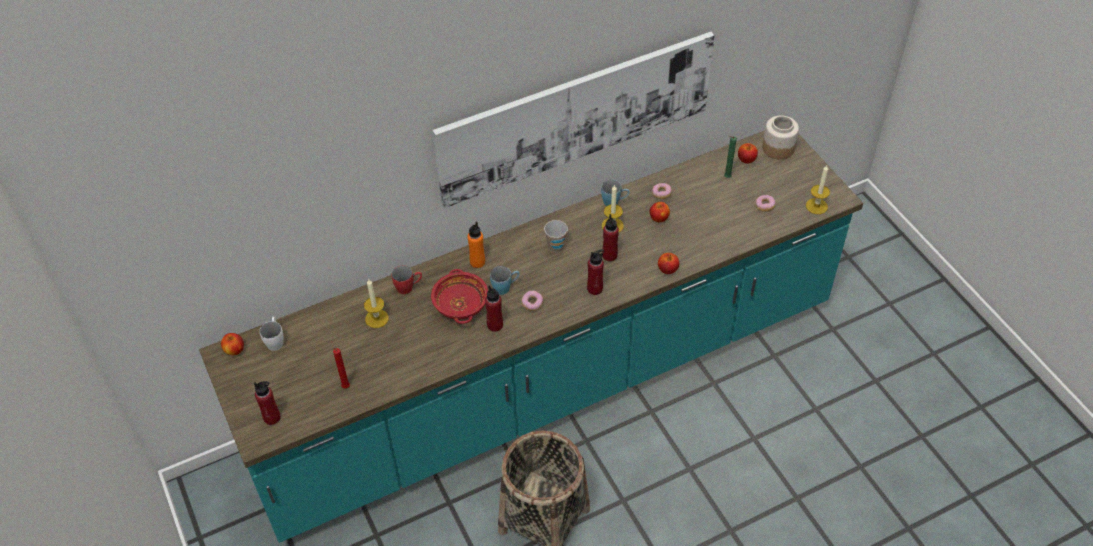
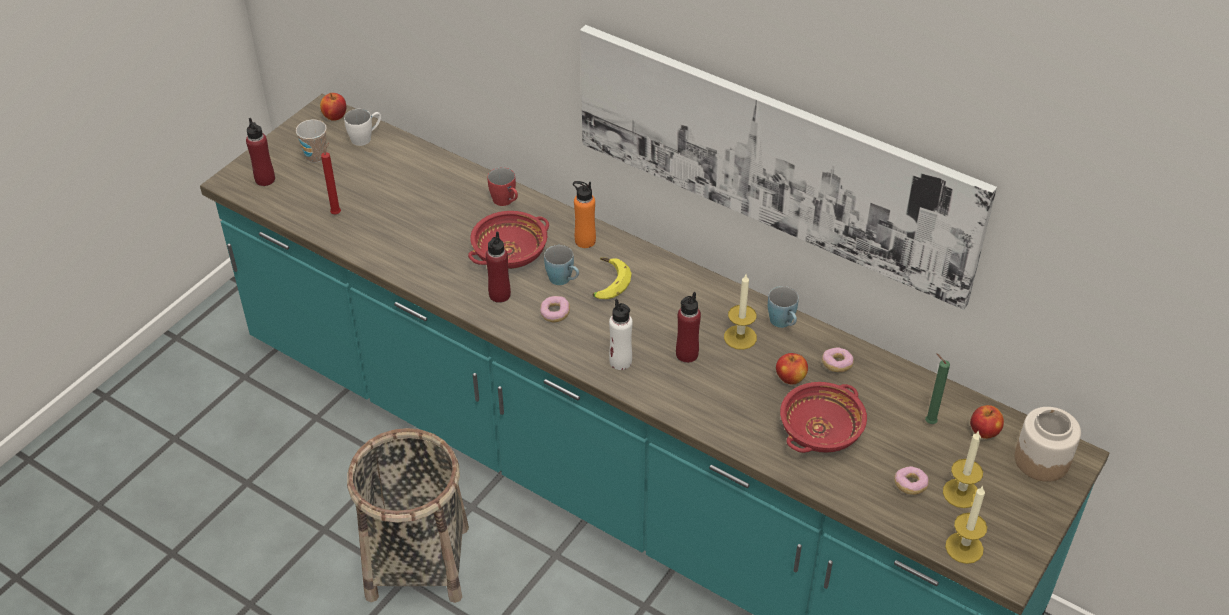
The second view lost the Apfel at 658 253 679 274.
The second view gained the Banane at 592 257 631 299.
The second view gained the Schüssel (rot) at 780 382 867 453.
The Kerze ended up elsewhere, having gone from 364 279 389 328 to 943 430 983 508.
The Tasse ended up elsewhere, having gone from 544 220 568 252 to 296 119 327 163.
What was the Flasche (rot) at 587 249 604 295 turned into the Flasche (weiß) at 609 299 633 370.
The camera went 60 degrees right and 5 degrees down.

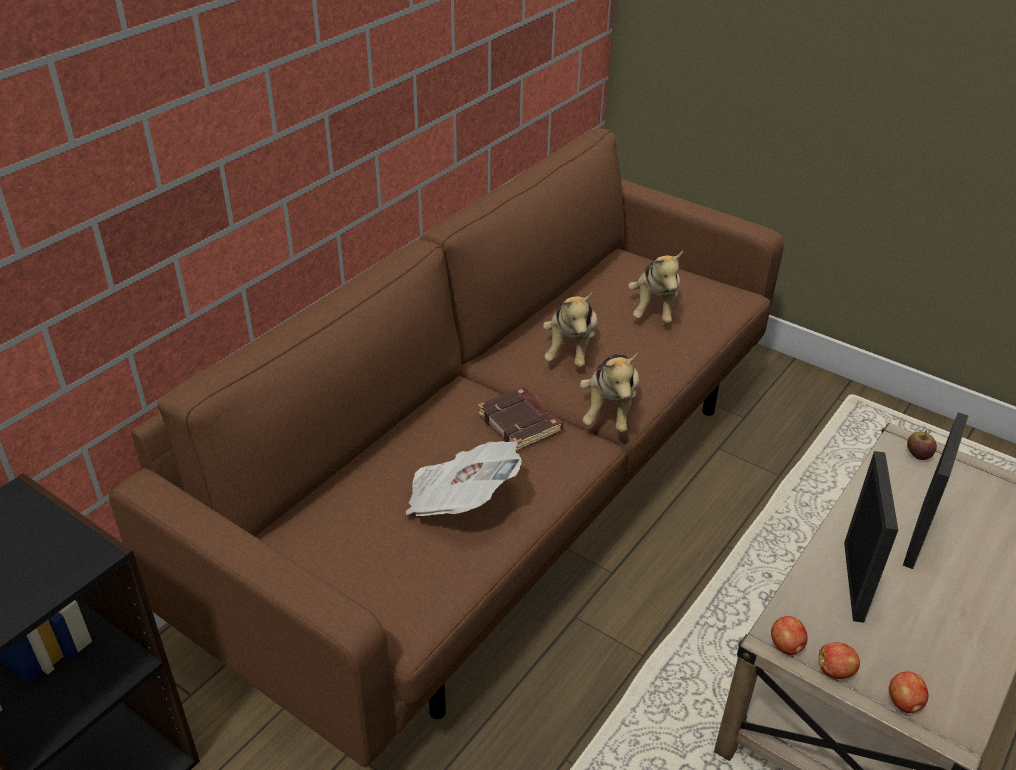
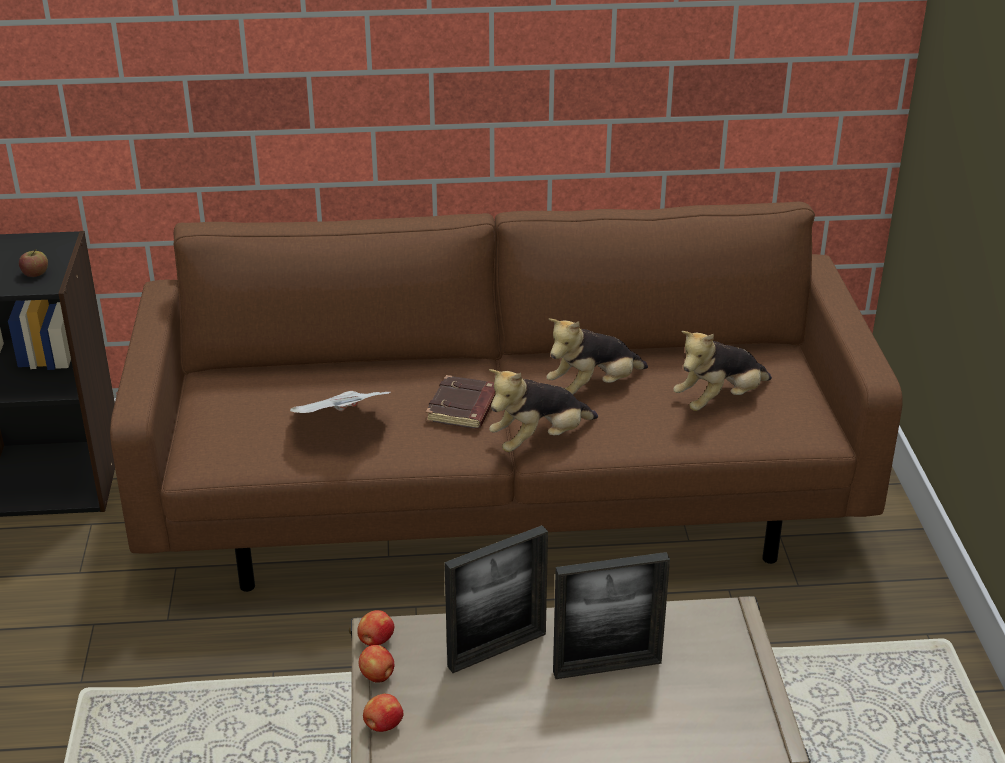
The Apfel ended up elsewhere, having gone from 907 431 937 460 to 19 249 48 277.
The camera went 50 degrees right and 5 degrees down.

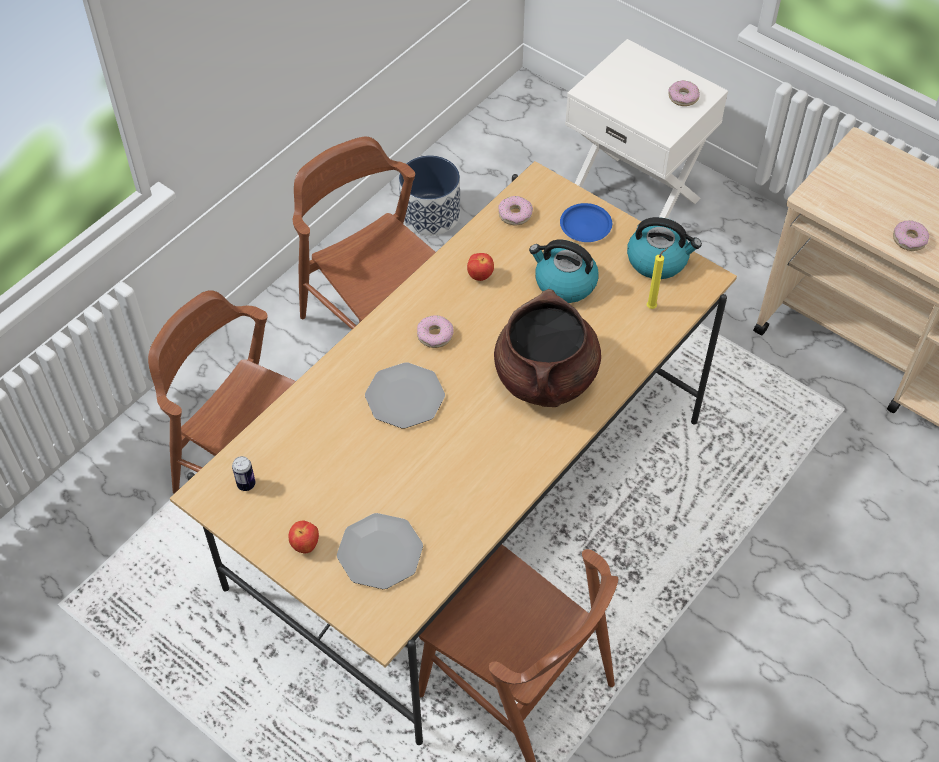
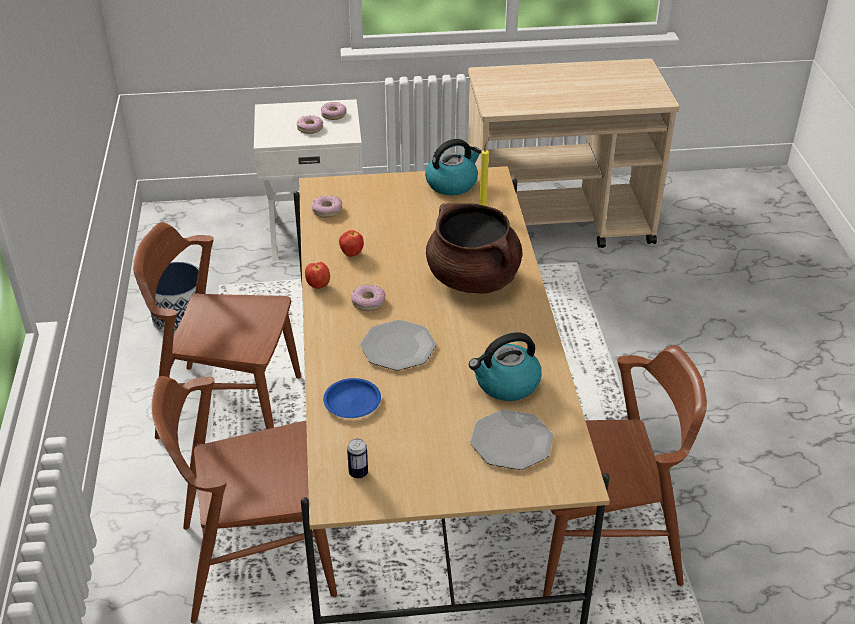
The Apfel ended up elsewhere, having gone from 288 520 319 553 to 305 262 330 289.
The Wasserkessel ended up elsewhere, having gone from 529 240 599 303 to 469 332 542 401.
The Teller (blau) ended up elsewhere, having gone from 560 203 612 242 to 323 378 381 418.
The Donut ended up elsewhere, having gone from 893 220 929 251 to 297 115 323 134.
The camera went 45 degrees left and 15 degrees down.

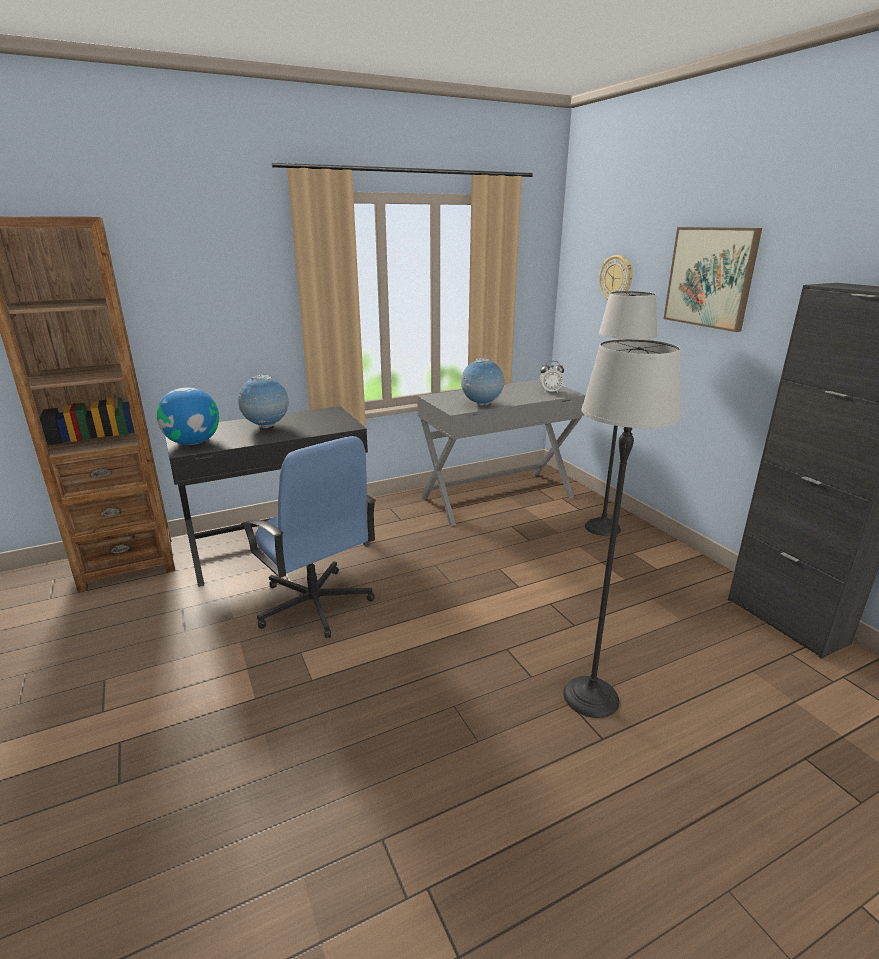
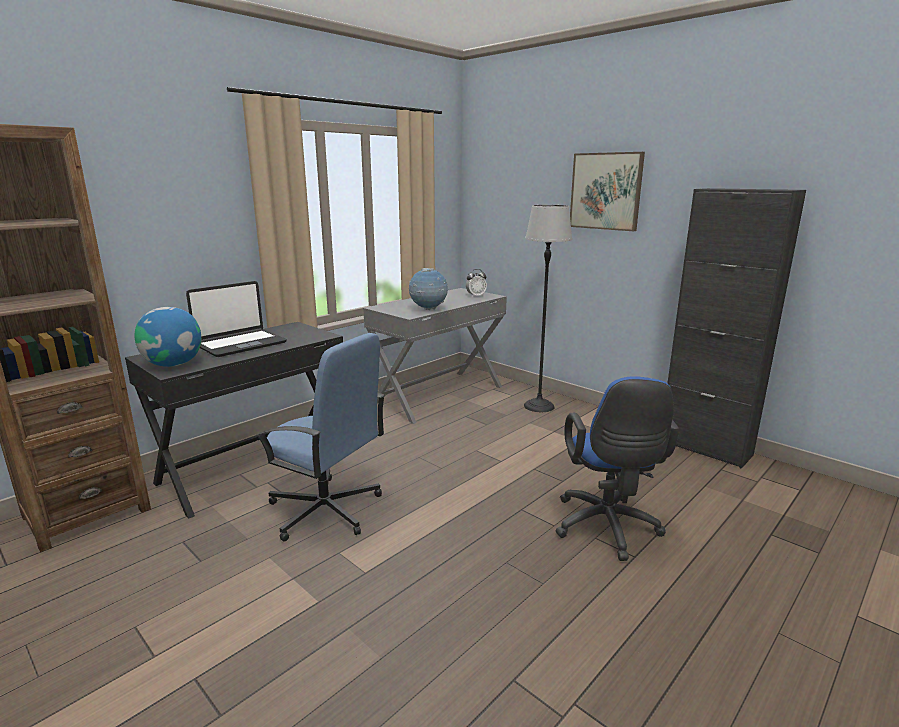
The second view lost the Wanduhr at 599 255 633 301.
Where the Globus stood at 238 375 289 428, the Laptop came to stand at 186 281 287 357.
Where the Stehlampe stood at 563 339 681 718, the Bürostuhl (blau) came to stand at 556 376 679 561.
The camera went 20 degrees left and 5 degrees down.

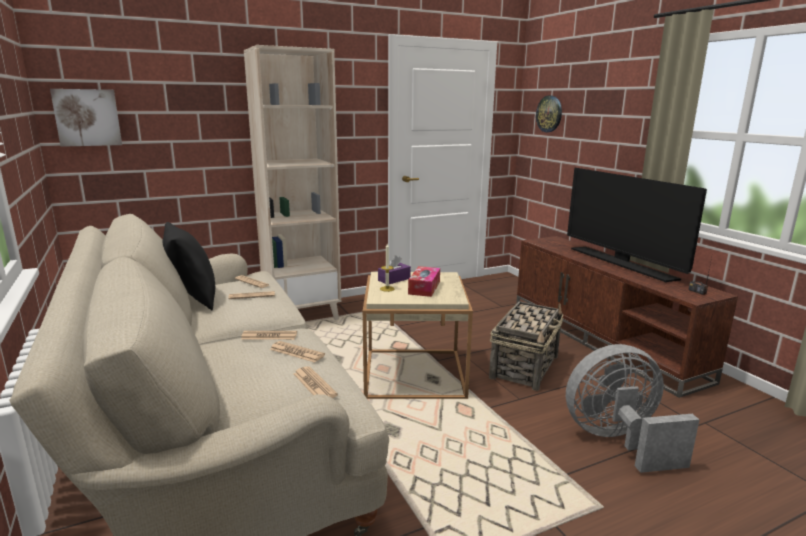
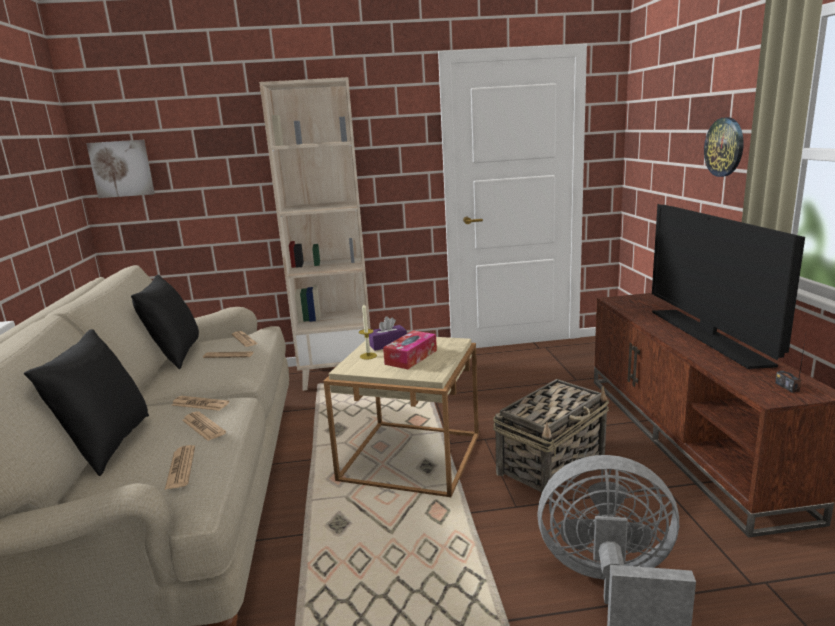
The second view gained the Kissen (schwarz) at 24 329 149 476.
The Wanduhr ended up elsewhere, having gone from 536 96 562 132 to 704 117 744 177.
The camera went 20 degrees right and 0 degrees up.

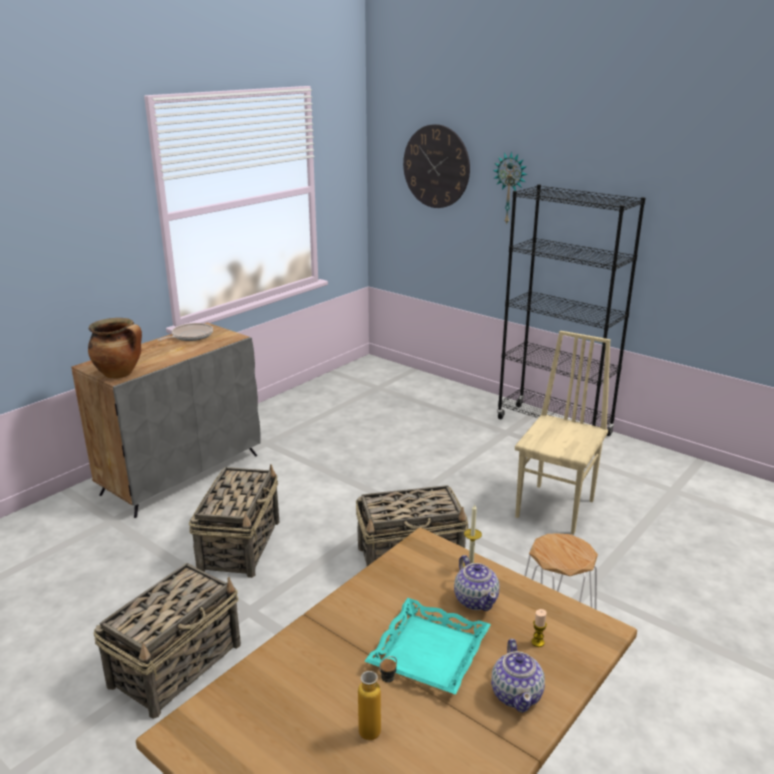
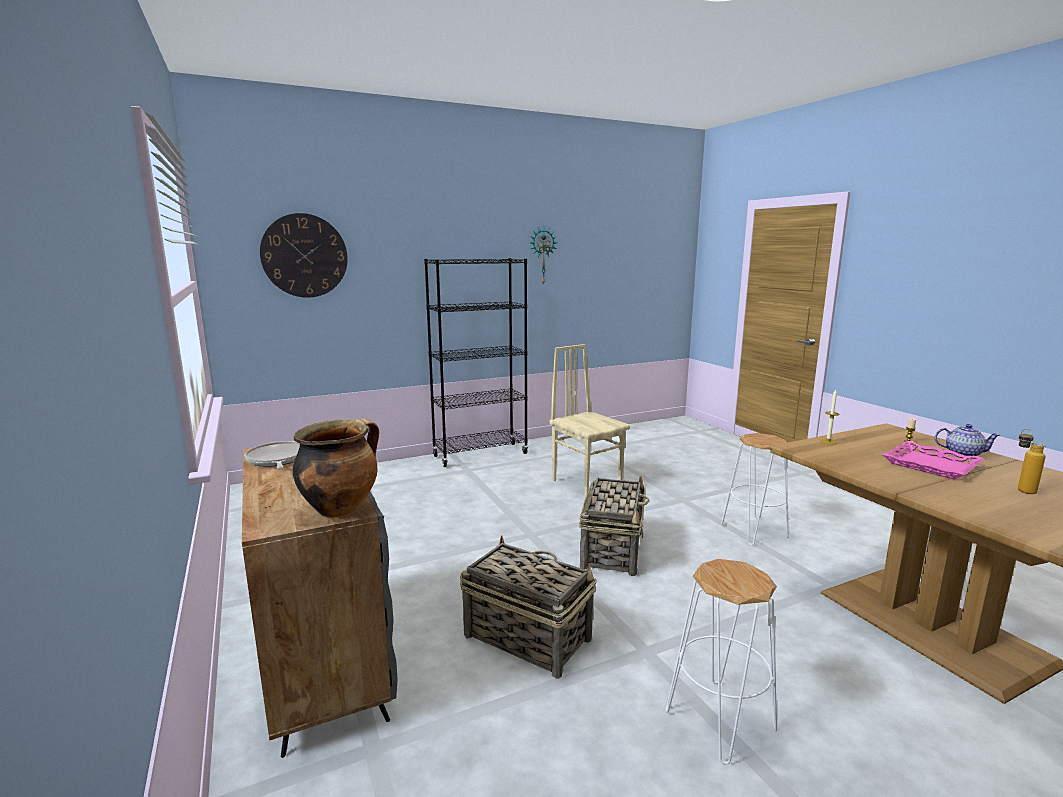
The second view lost the Teekanne at 454 555 499 611.
The Wanduhr ended up elsewhere, having gone from 493 151 528 225 to 529 227 557 285.
Where the Korb stood at 94 563 241 719, the Hocker (weiß) came to stand at 666 559 777 765.
What was the Tablett (türkis) at 364 598 491 695 turned into the Tablett (rosa) at 882 441 985 480.
The camera went 65 degrees left and 10 degrees down.

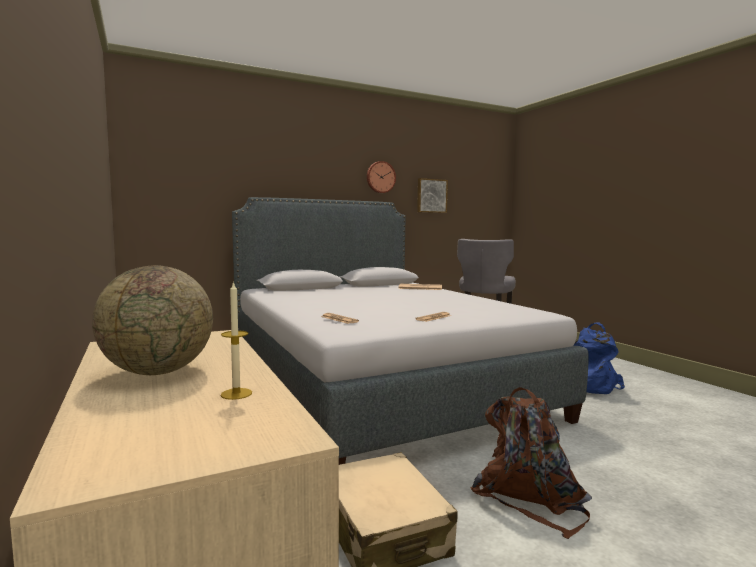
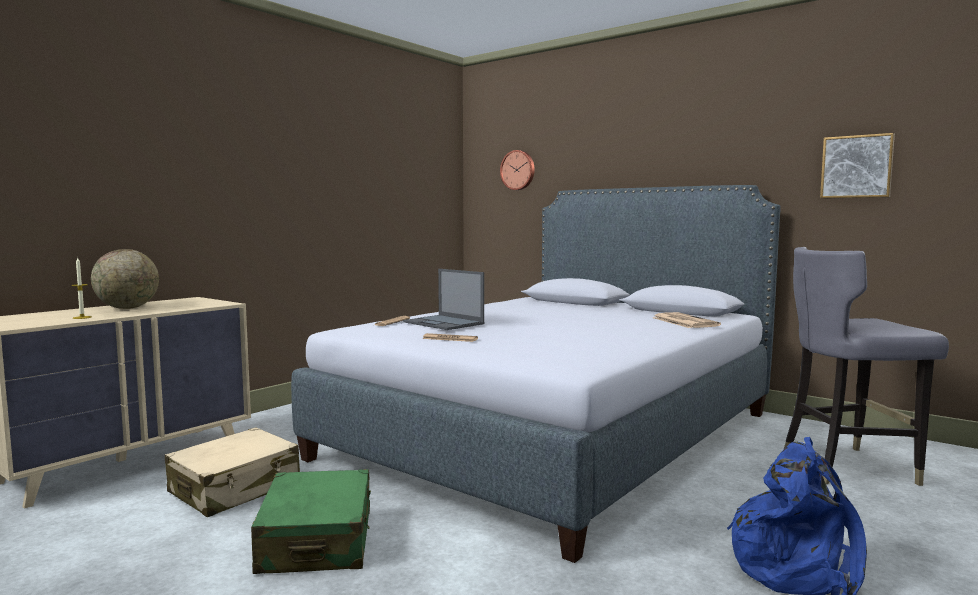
The second view gained the Laptop at 403 269 484 330.
The Wanduhr ended up elsewhere, having gone from 367 161 396 193 to 500 150 535 190.
Where the Rucksack (braun) stood at 470 387 592 539, the Koffer (grün) came to stand at 251 469 371 574.
The camera went 65 degrees right and 0 degrees up.

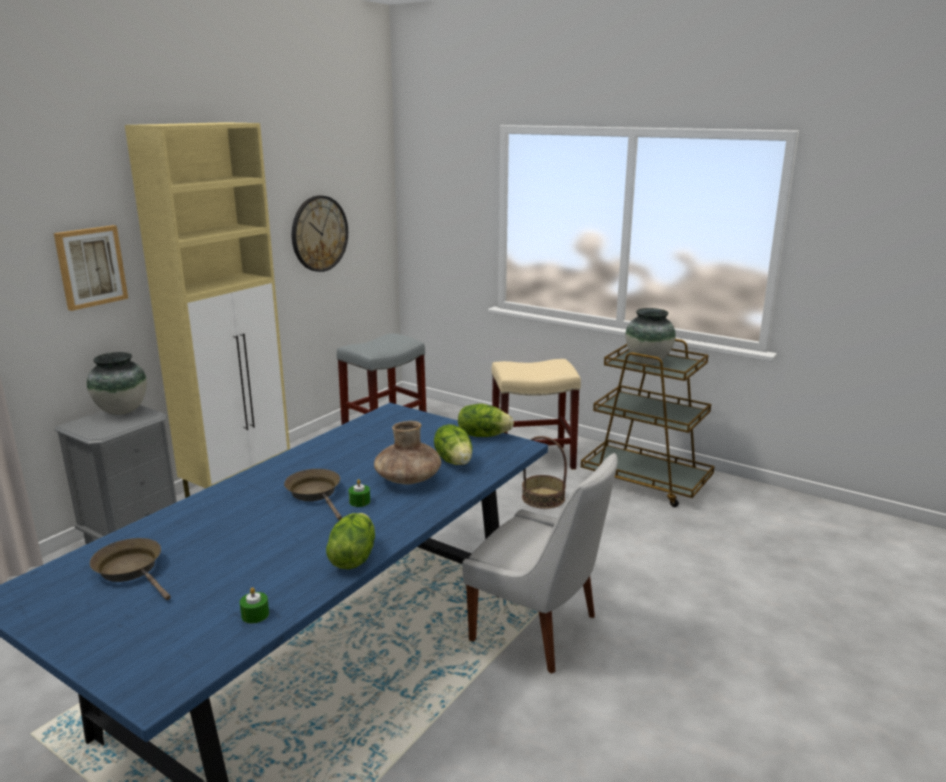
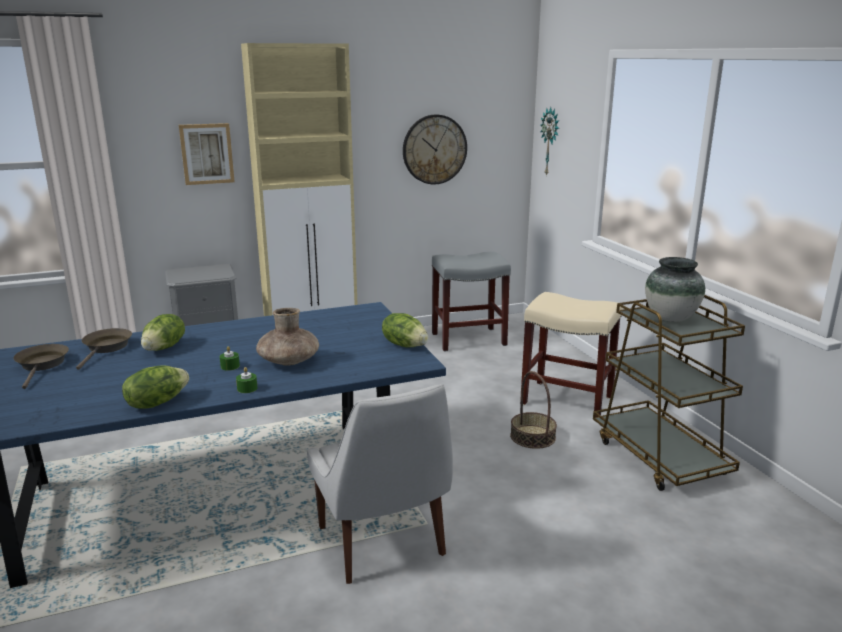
The second view lost the Vase at 87 352 147 415.
The second view gained the Wanduhr at 540 107 559 176.
The Kerze (grün) ended up elsewhere, having gone from 240 587 269 623 to 236 367 257 393.
The Pfanne (braun) ended up elsewhere, having gone from 284 469 342 520 to 76 328 132 370.
The Salatkopf ended up elsewhere, having gone from 434 424 472 465 to 141 314 185 351.
The camera went 35 degrees right and 0 degrees up.

